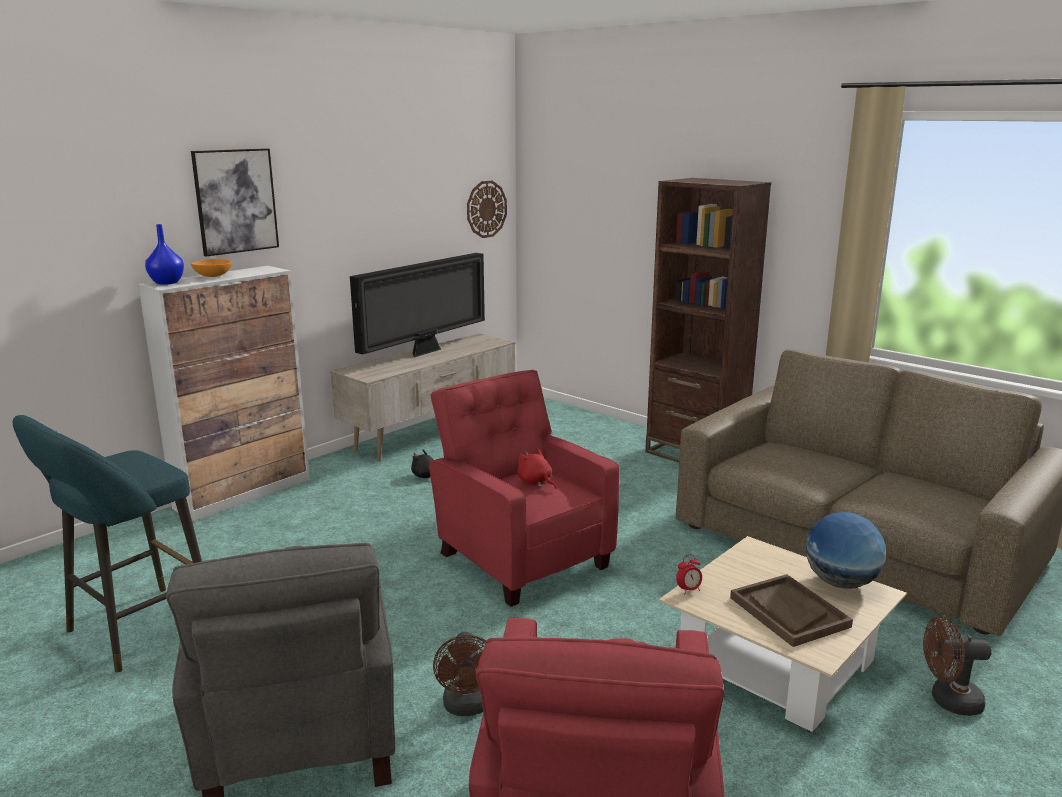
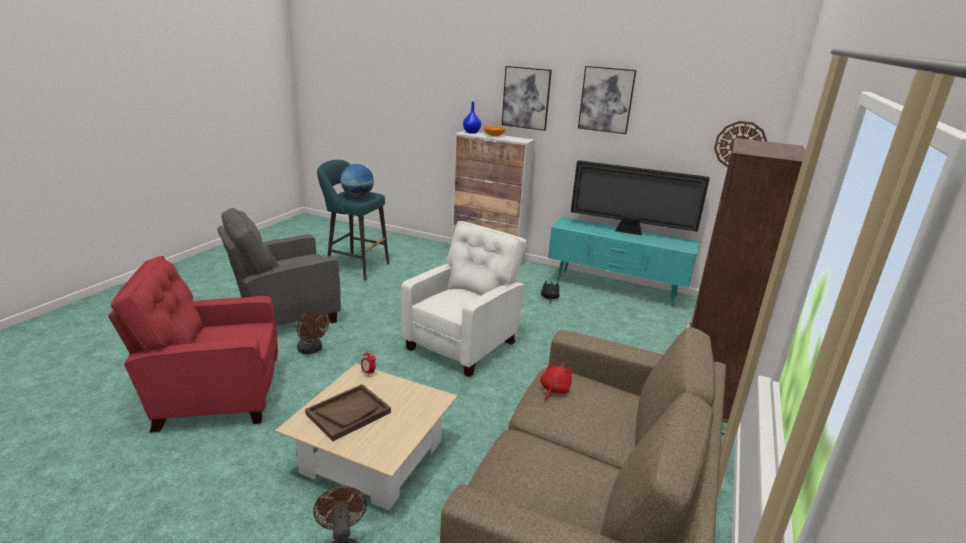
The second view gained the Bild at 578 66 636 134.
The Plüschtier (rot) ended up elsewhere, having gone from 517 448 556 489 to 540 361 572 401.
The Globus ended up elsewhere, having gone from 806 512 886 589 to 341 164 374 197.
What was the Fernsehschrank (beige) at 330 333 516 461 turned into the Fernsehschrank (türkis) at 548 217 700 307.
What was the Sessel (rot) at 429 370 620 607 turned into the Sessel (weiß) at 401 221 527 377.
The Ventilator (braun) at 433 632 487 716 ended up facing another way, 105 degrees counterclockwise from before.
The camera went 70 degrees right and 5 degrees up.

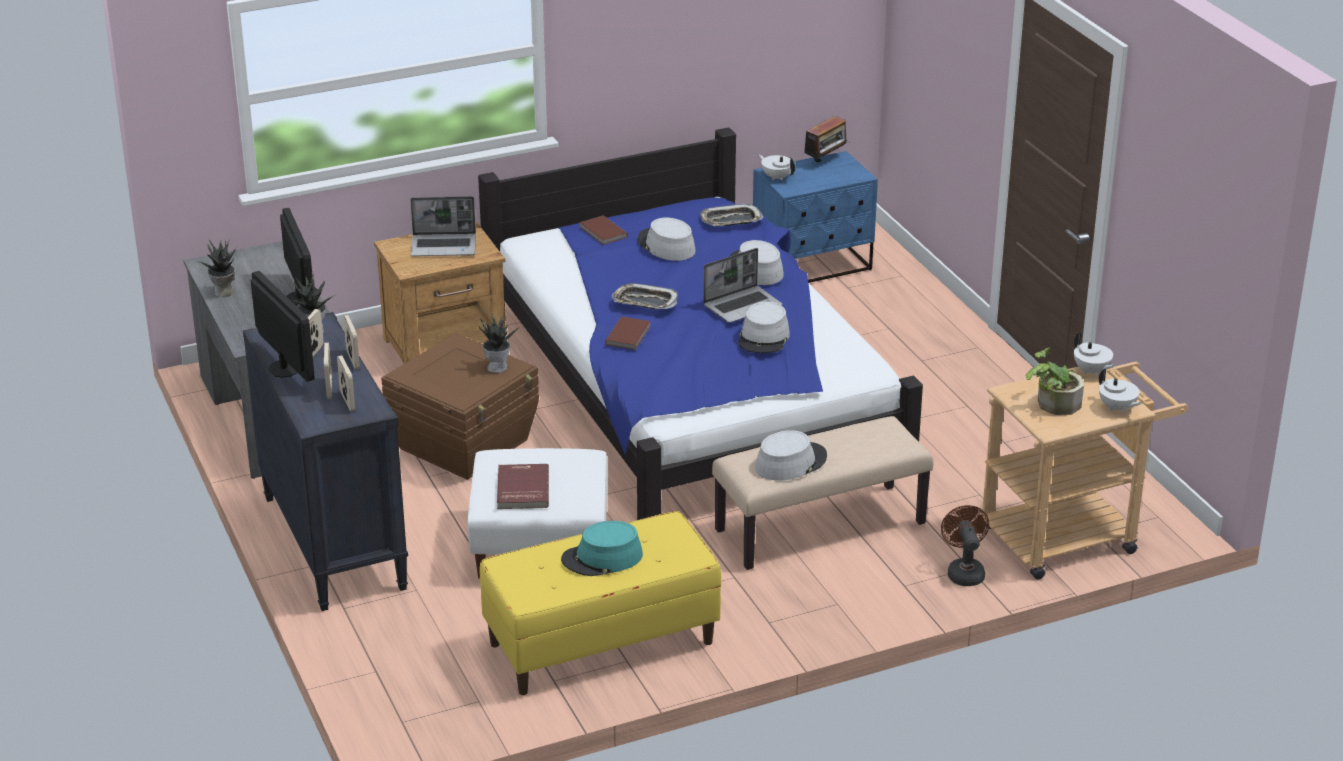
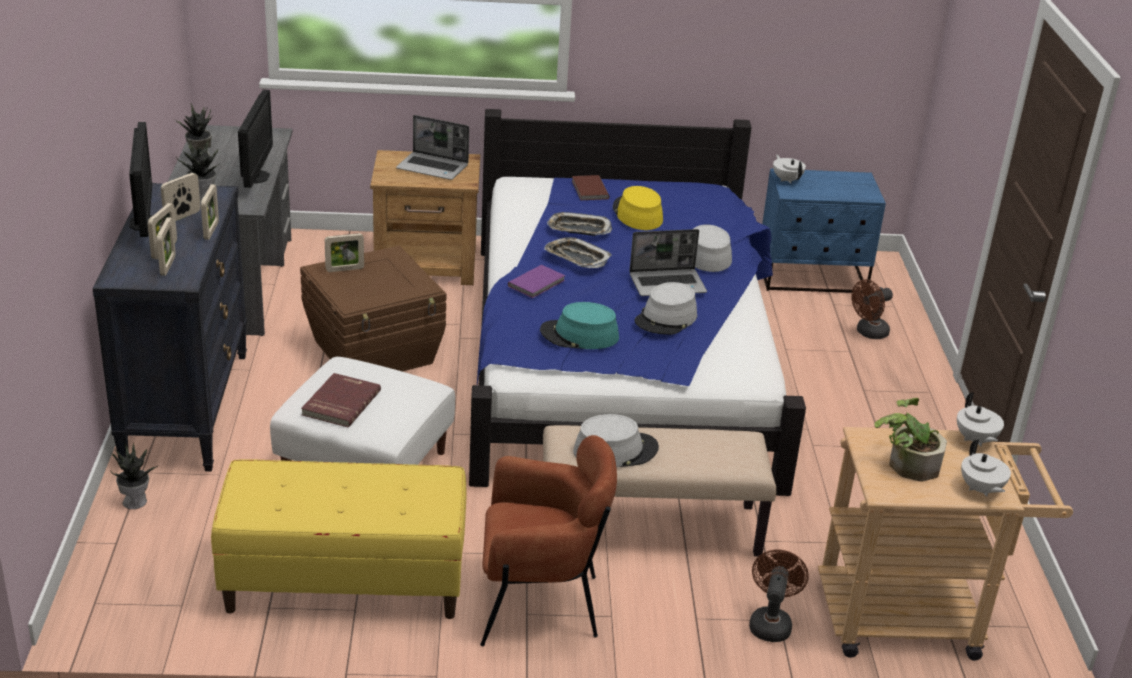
The second view lost the Radio at 805 116 850 164.
The second view gained the Bilderrahmen at 325 233 364 272.
The second view gained the Sessel (braun) at 480 435 617 646.
The second view gained the Ventilator (braun) at 851 279 893 339.
The Topfpflanze ended up elsewhere, having gone from 479 313 520 373 to 111 443 159 509.
The Hut (türkis) ended up elsewhere, having gone from 561 521 643 576 to 540 302 619 349.
The Tablett ended up elsewhere, having gone from 700 204 763 226 to 547 212 612 236.
What was the Buch (braun) at 605 317 651 350 turned into the Buch (lila) at 508 265 565 298.
What was the Hut (grau) at 638 217 696 261 turned into the Hut (gelb) at 613 186 663 230.
The camera went 20 degrees right and 0 degrees up.

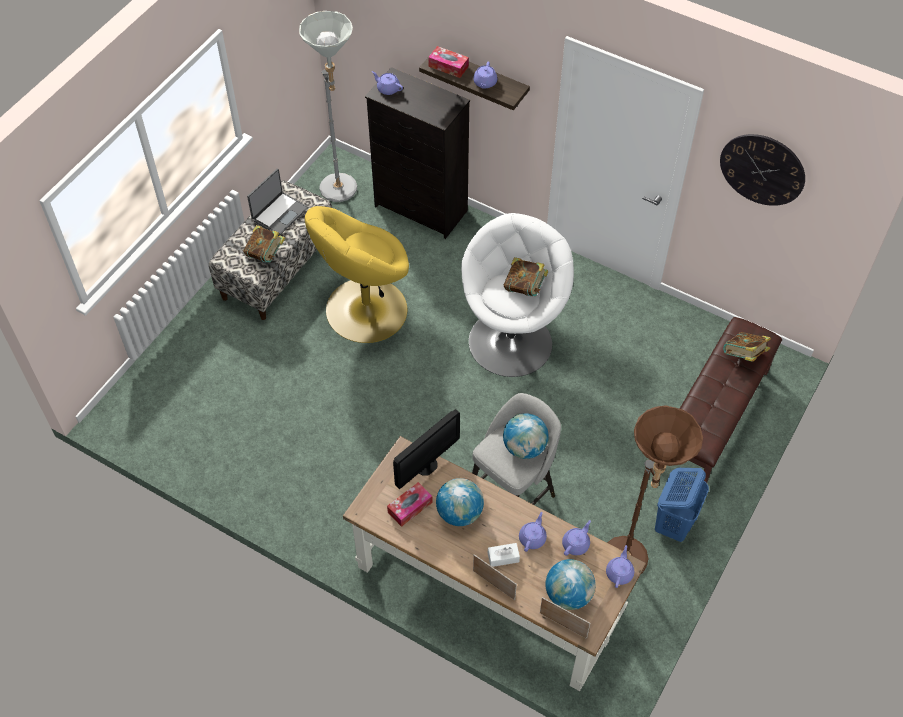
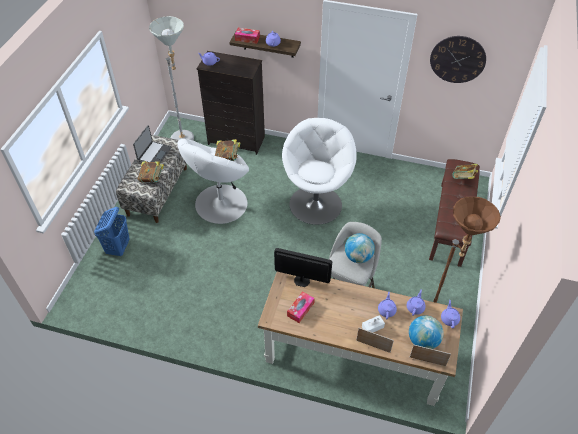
The second view lost the Globus at 436 478 484 526.
The Buch ended up elsewhere, having gone from 504 257 548 296 to 215 139 240 161.
The Wäschekorb (blau) ended up elsewhere, having gone from 655 468 709 542 to 94 207 130 256.
What was the Sessel (gelb) at 305 206 409 343 turned into the Sessel (weiß) at 177 139 249 224.
The Monitor at 393 409 460 489 ended up facing another way, 105 degrees counterclockwise from before.
The camera went 15 degrees left and 5 degrees down.

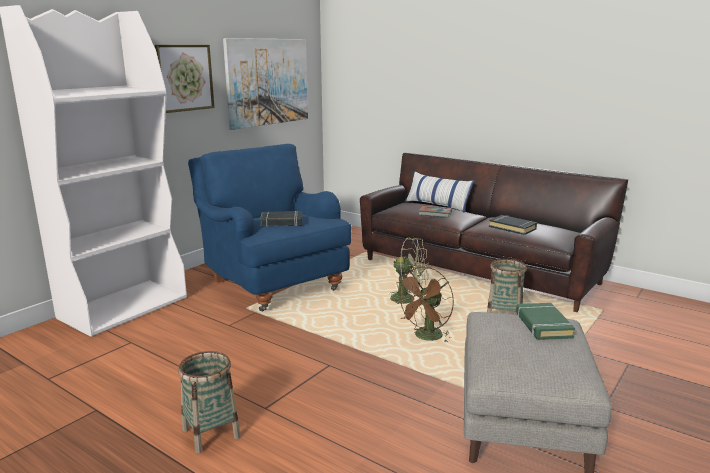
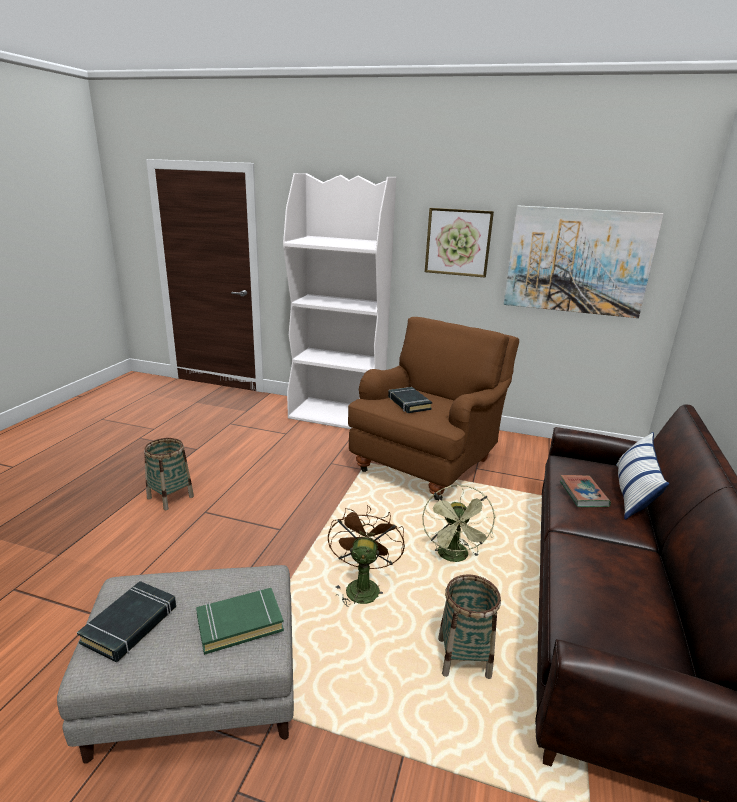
The Buch (schwarz) ended up elsewhere, having gone from 489 215 537 235 to 77 581 176 662.
What was the Sessel (blau) at 188 144 351 311 turned into the Sessel (braun) at 348 317 519 501.
The Ventilator (braun) at 394 266 454 342 ended up facing another way, 75 degrees clockwise from before.
The camera went 70 degrees right and 5 degrees up.

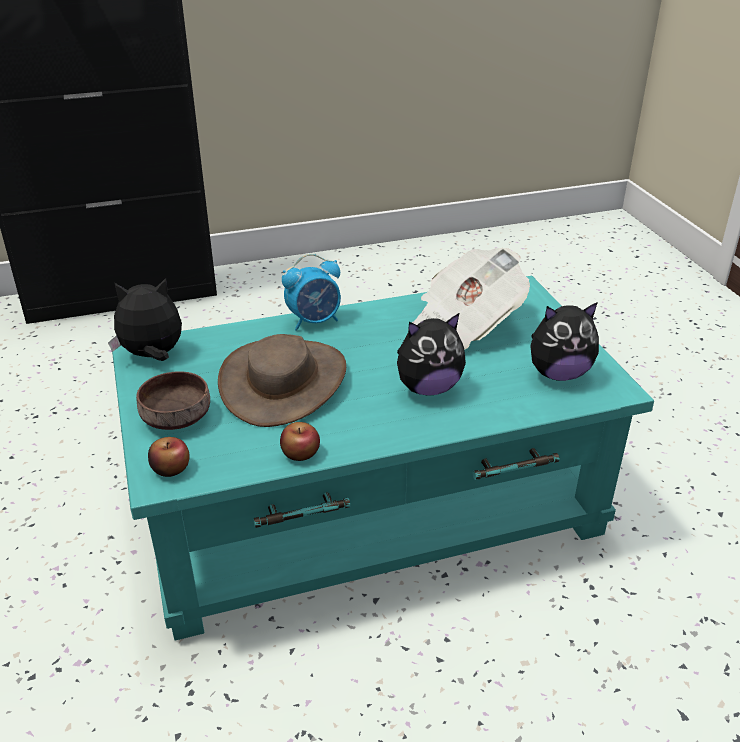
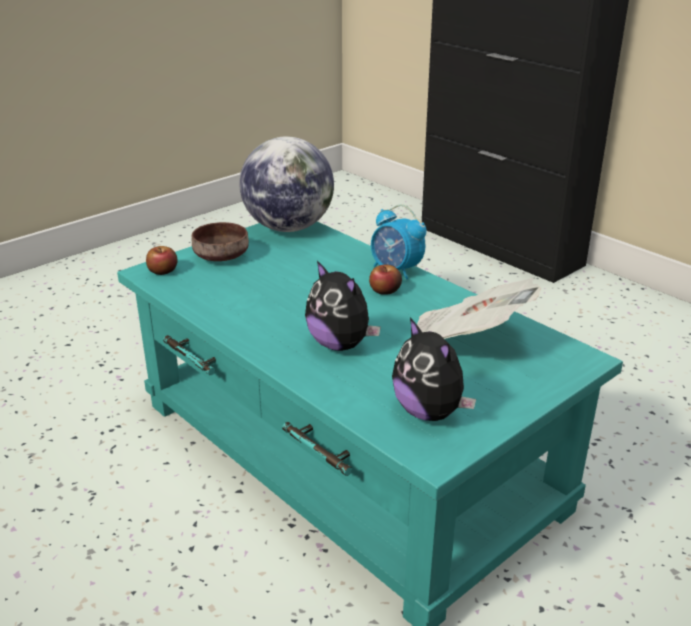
The second view lost the Hut (braun) at 218 334 346 427.
The Apfel ended up elsewhere, having gone from 280 422 320 461 to 369 265 402 295.
Where the Plüschtier stood at 108 278 182 361, the Globus came to stand at 240 136 334 232.
The camera went 65 degrees right and 5 degrees down.

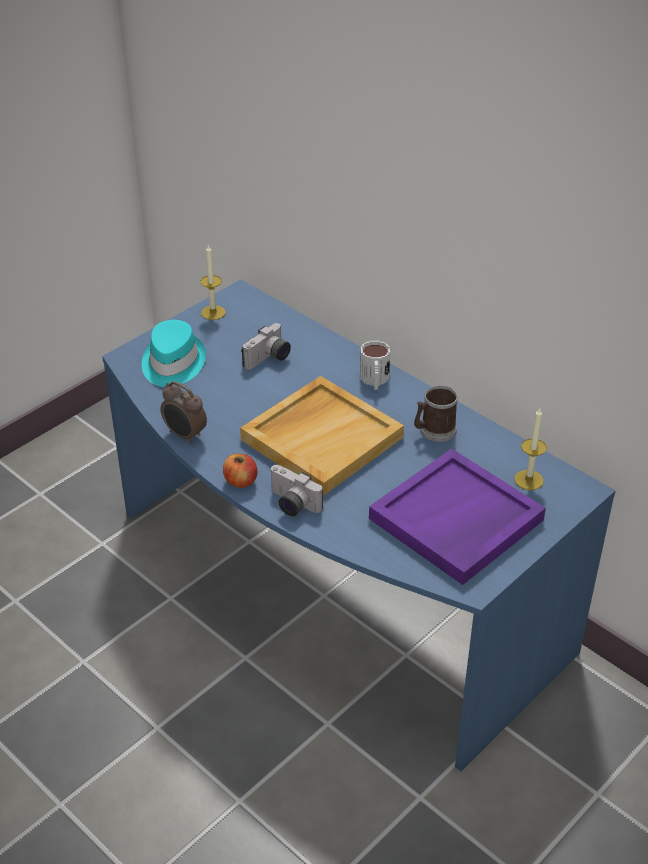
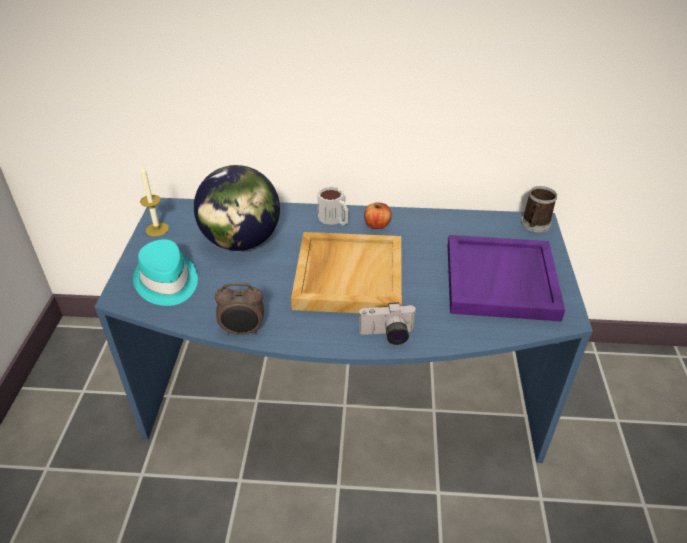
The second view lost the Kerze at 514 408 547 490.
The Apfel ended up elsewhere, having gone from 223 454 258 488 to 364 202 392 229.
The Henkelbecher ended up elsewhere, having gone from 414 385 458 442 to 521 186 557 232.
Where the Kamera stood at 241 323 291 370, the Globus came to stand at 194 165 280 251.
The camera went 40 degrees left and 0 degrees up.

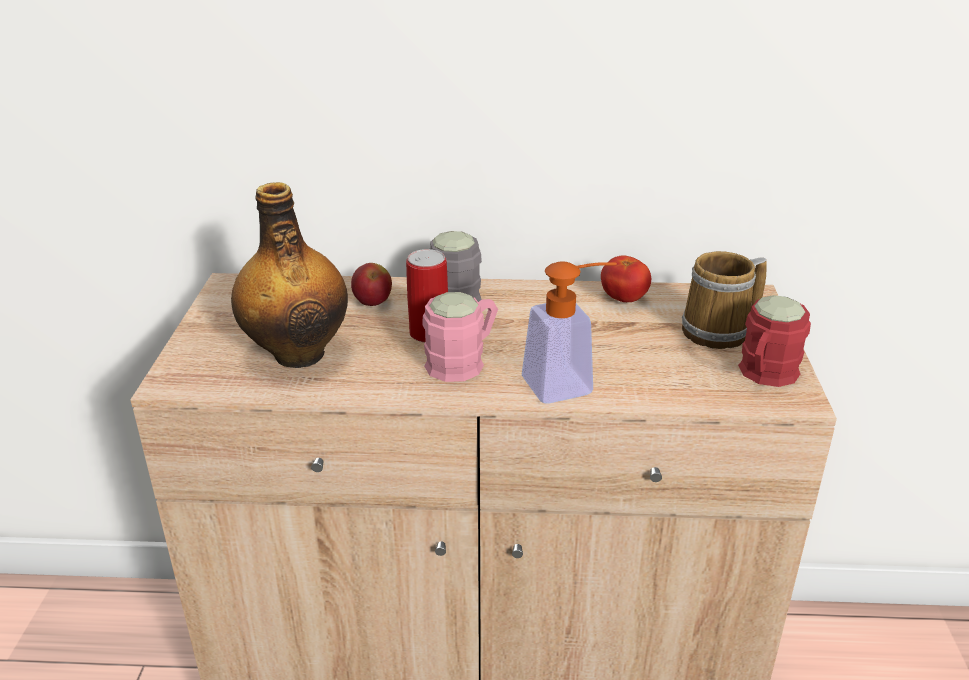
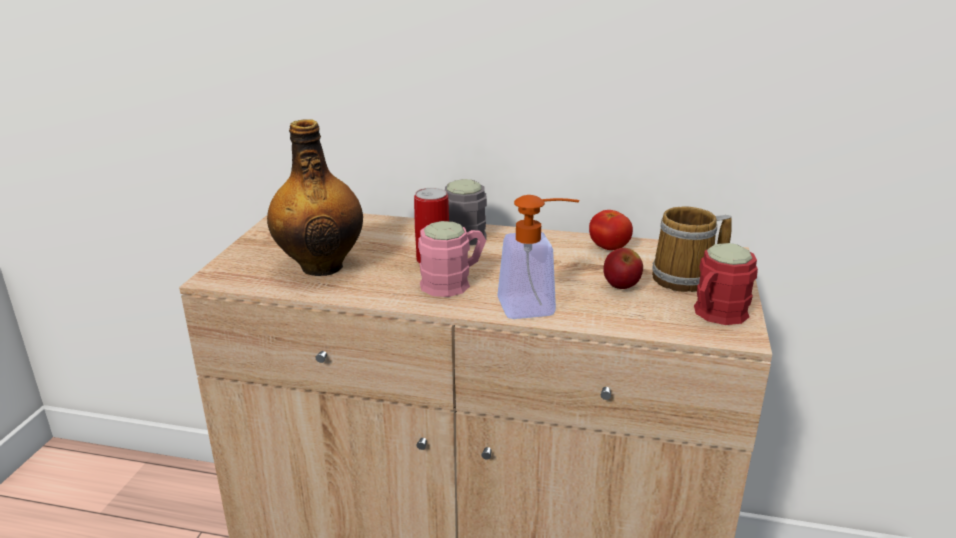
The Apfel ended up elsewhere, having gone from 351 263 392 306 to 603 248 643 289.
The camera went 10 degrees right and 5 degrees down.

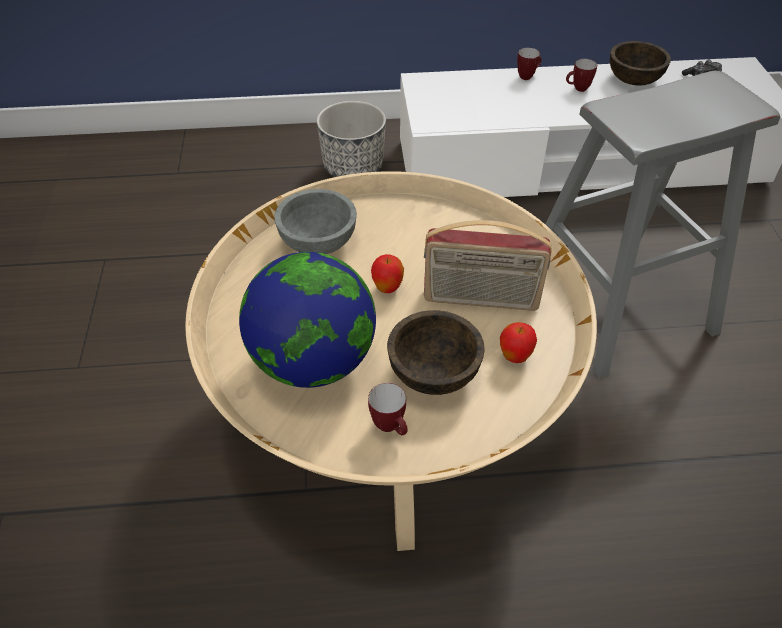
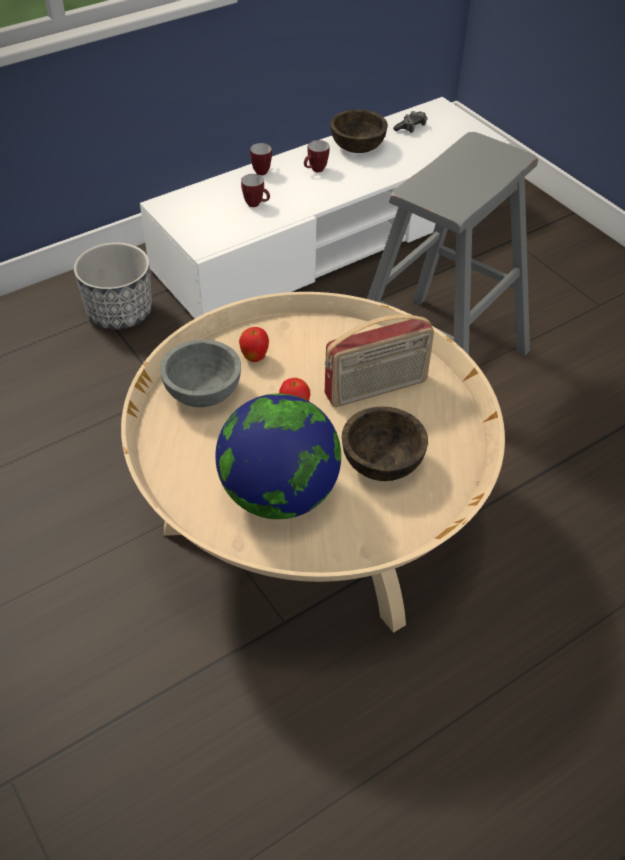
The Henkelbecher ended up elsewhere, having gone from 368 383 408 435 to 241 174 270 207.
The Apfel ended up elsewhere, having gone from 500 322 537 363 to 239 327 269 362.
The camera went 30 degrees left and 0 degrees up.

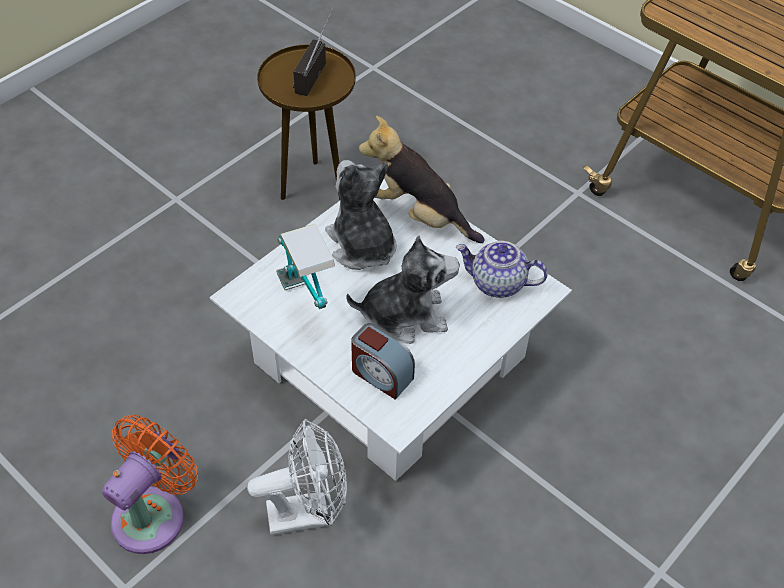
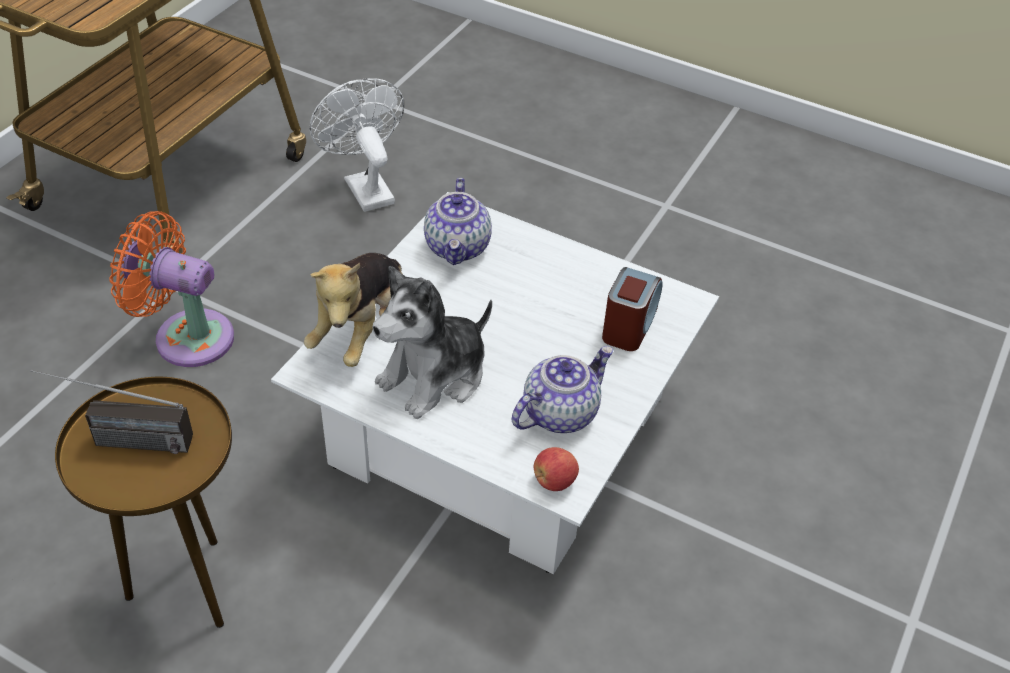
The second view lost the Plüschtier at 346 236 460 344.
The second view gained the Apfel at 534 447 579 491.
The Ventilator (orange) ended up elsewhere, having gone from 102 415 198 554 to 109 211 234 367.
The Ventilator (weiß) ended up elsewhere, having gone from 247 419 347 535 to 310 78 404 212.
Where the Tischlampe stood at 276 224 335 309, the Teekanne came to stand at 512 346 614 433.
The camera went 105 degrees left and 5 degrees down.

